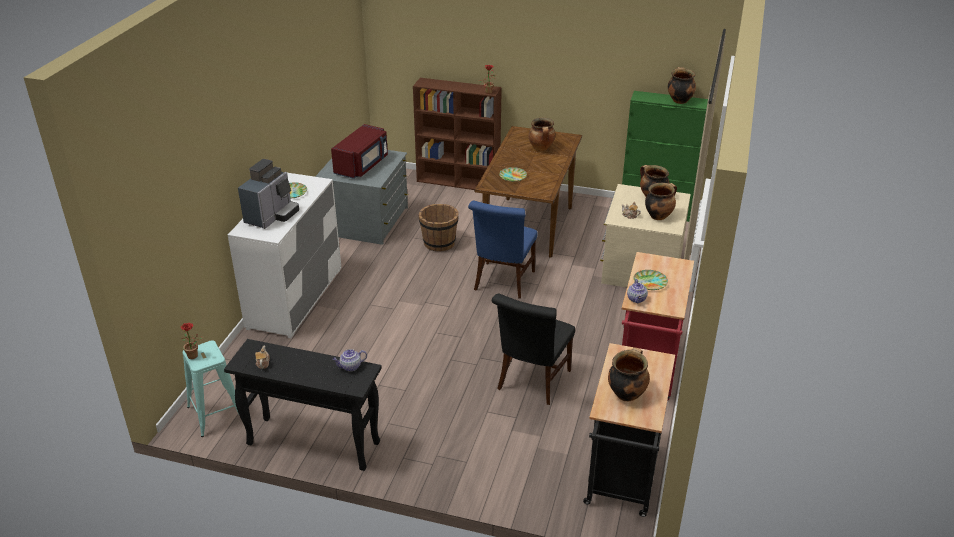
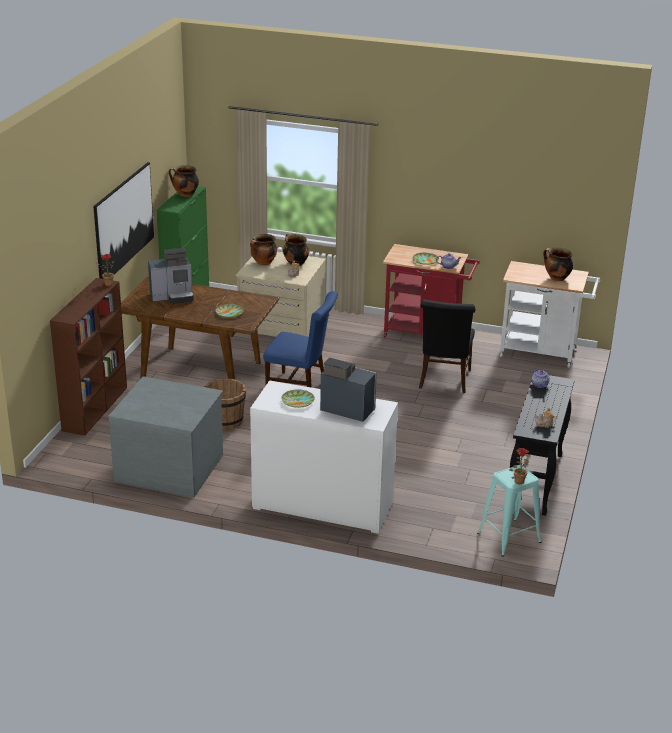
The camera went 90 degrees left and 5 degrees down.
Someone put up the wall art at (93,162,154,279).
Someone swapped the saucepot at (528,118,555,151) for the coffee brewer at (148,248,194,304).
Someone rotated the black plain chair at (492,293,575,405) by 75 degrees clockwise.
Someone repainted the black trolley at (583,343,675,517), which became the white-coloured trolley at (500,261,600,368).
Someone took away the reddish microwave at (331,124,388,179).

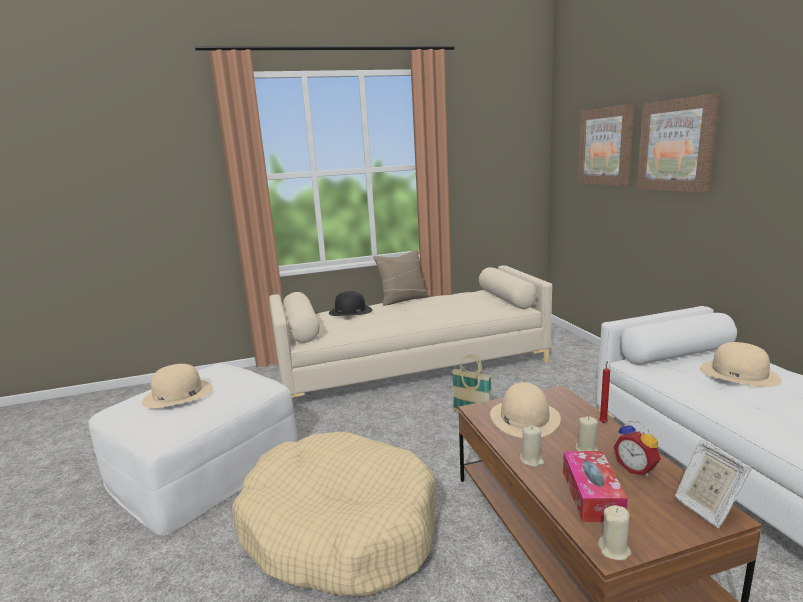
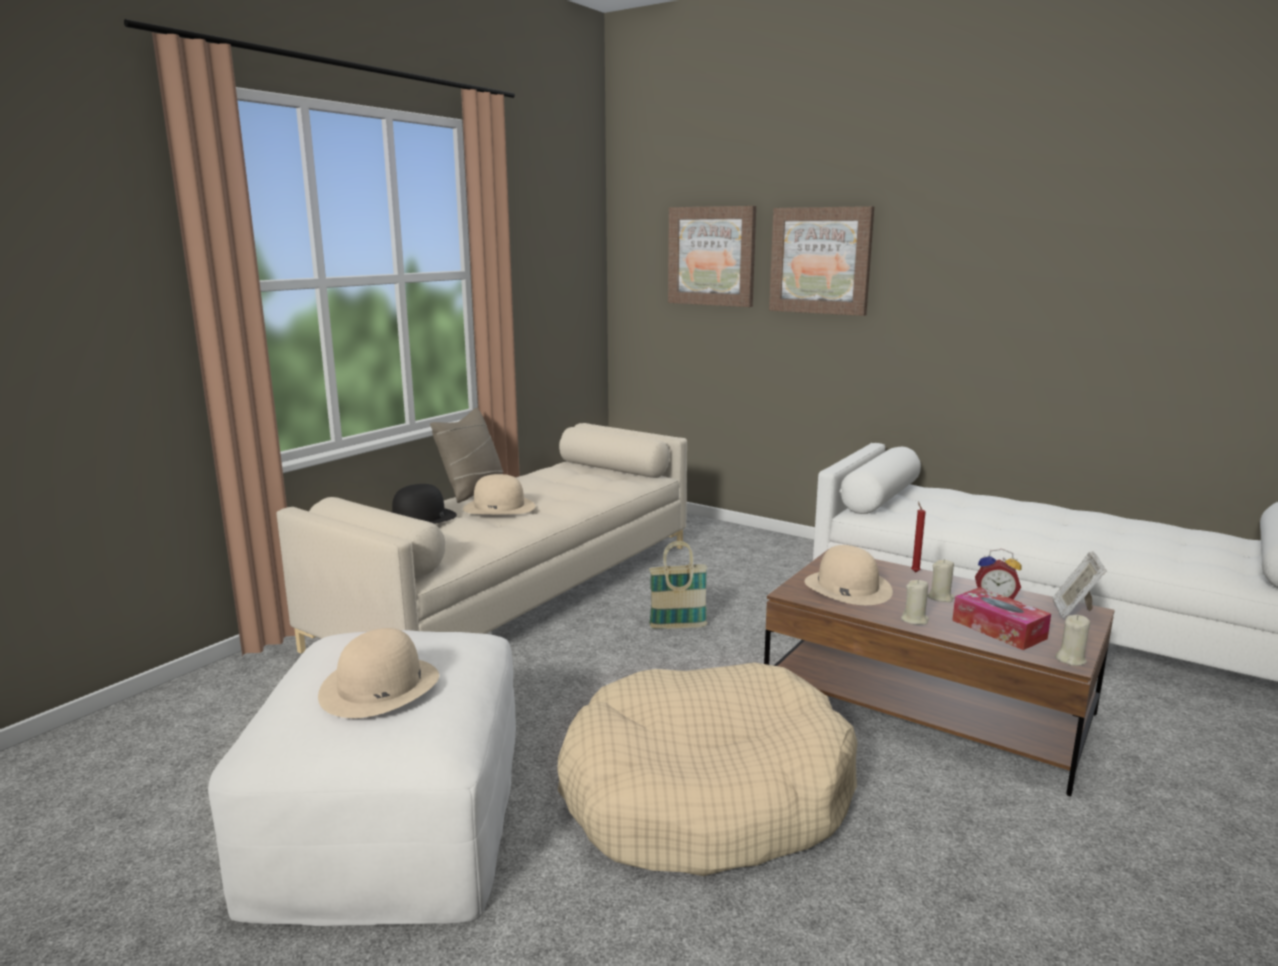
The camera went 40 degrees left and 0 degrees up.
Someone carried the beige-coloured hat from (700,342,782,387) to (463,474,535,515).
Someone rotated the standing frame at (674,439,752,529) by 75 degrees clockwise.

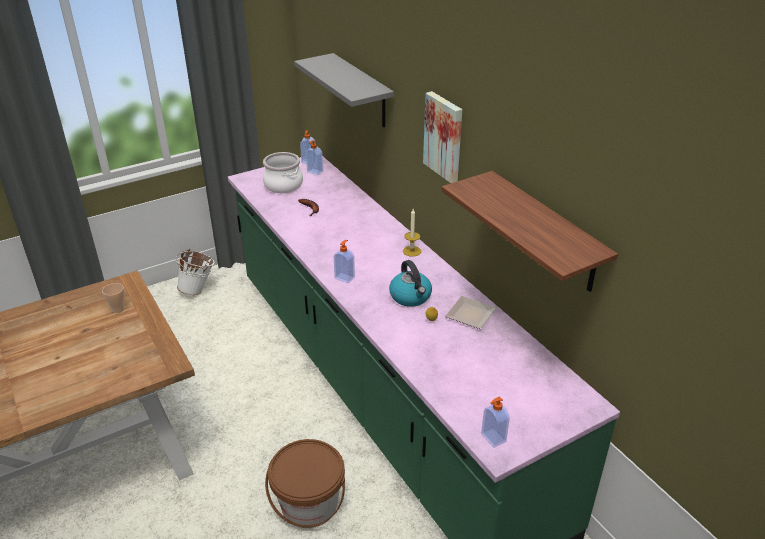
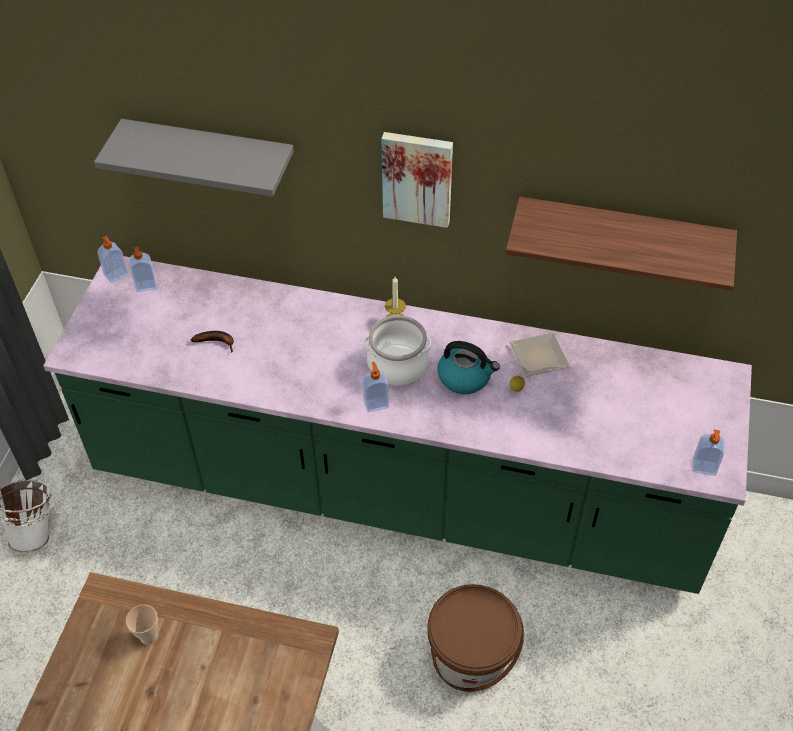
The camera went 45 degrees left and 15 degrees up.
Someone carried the saucepot from (263,152,303,193) to (364,315,432,385).

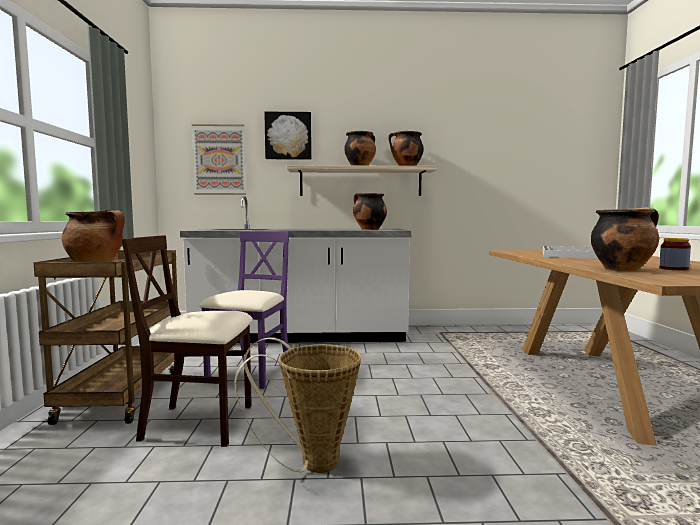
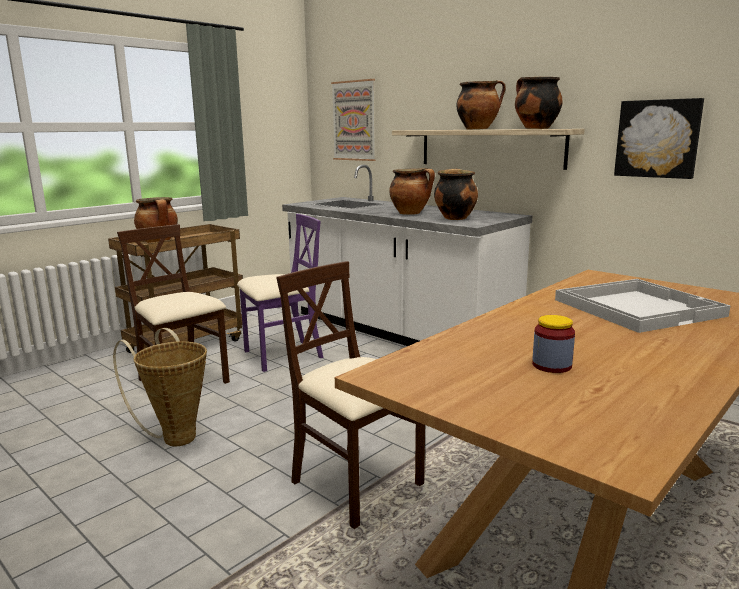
The camera went 45 degrees right and 10 degrees up.
Someone put down the beige-coloured plain chair at (276,261,425,529).
Someone carried the saucepot from (591,207,659,271) to (389,168,435,215).
Someone carried the wall art from (264,112,312,160) to (614,98,704,179).

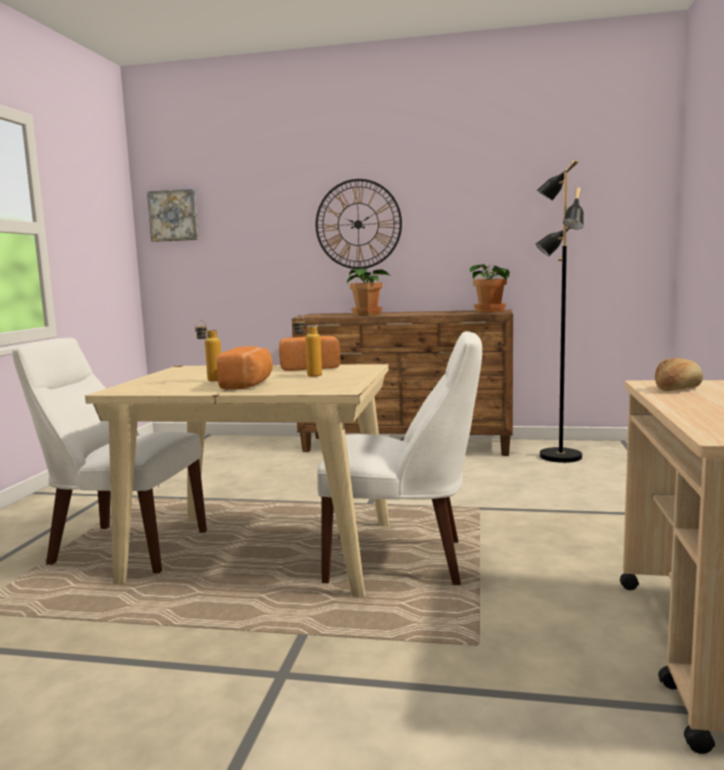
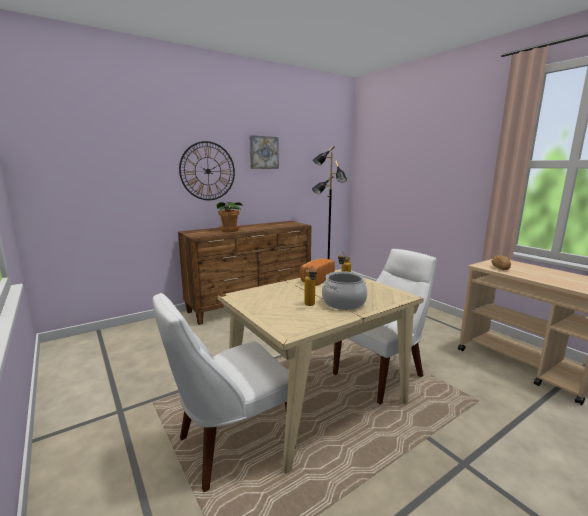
The camera went 45 degrees left and 5 degrees up.
Someone carried the wall art from (147,189,199,242) to (249,135,279,169).
Someone swapped the baked bread at (217,346,273,389) for the saucepot at (322,271,368,310).
Someone took away the houseplant at (470,264,509,312).

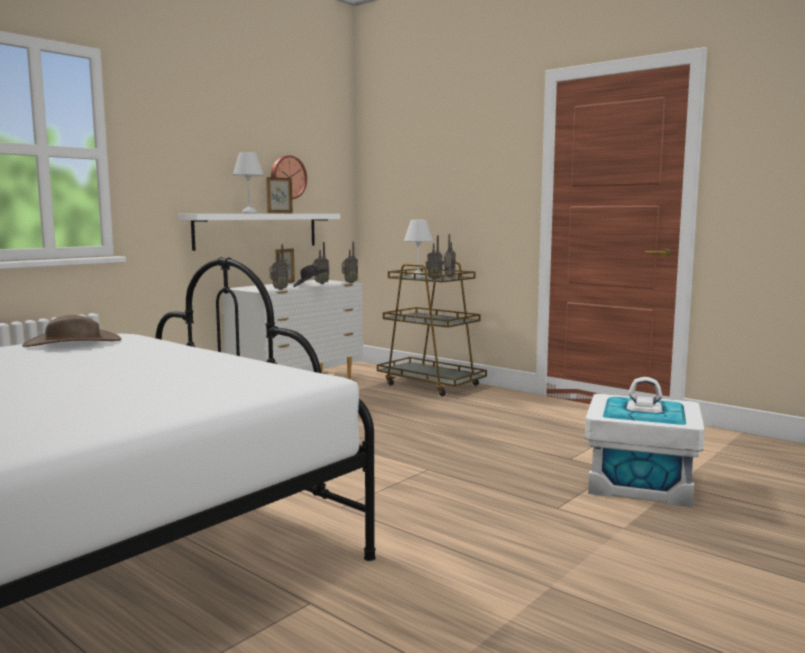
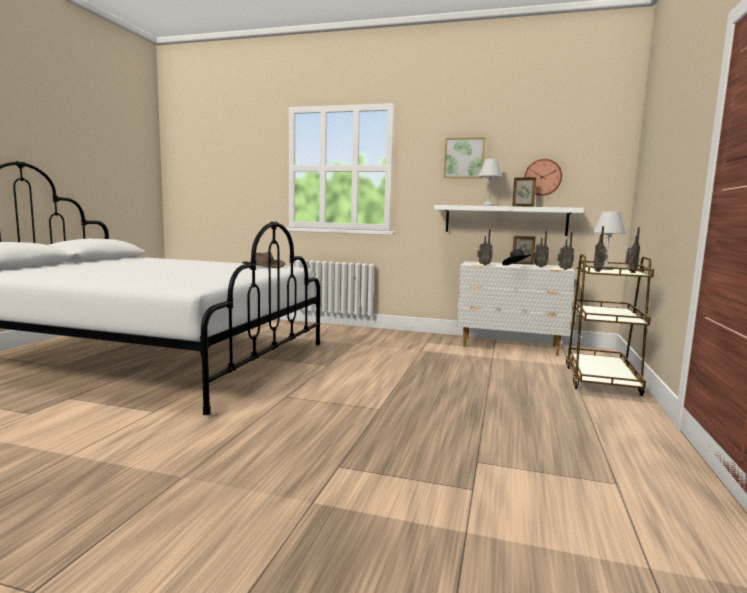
The camera went 65 degrees right and 0 degrees up.
Someone put up the wall art at (444,137,485,178).
Someone took away the white-coloured storage bin at (585,377,705,507).

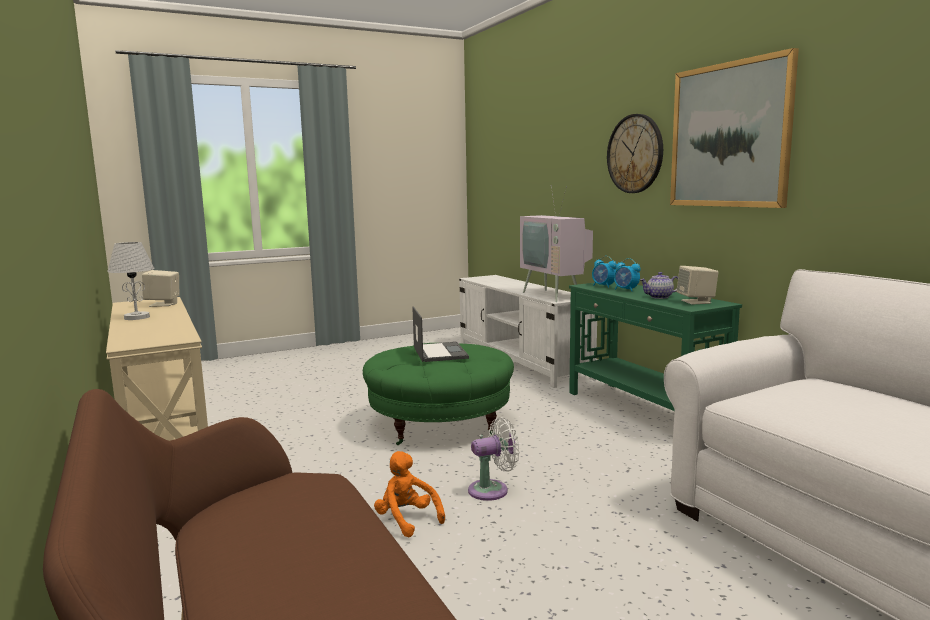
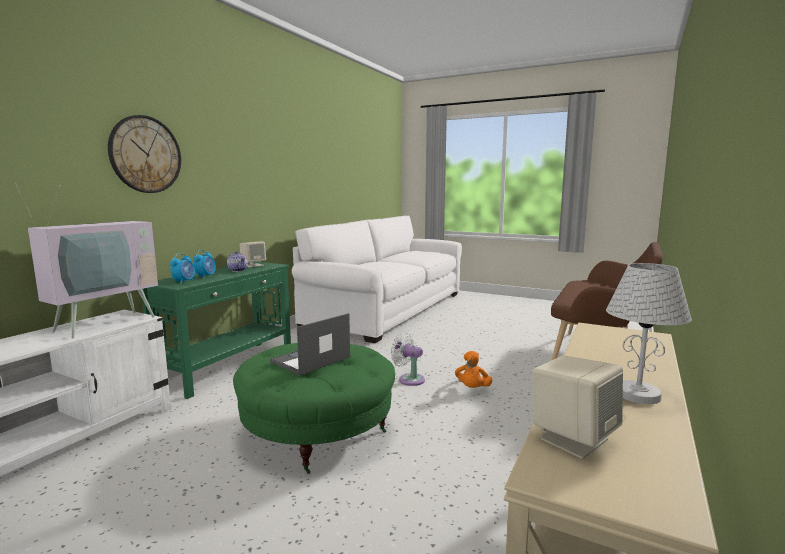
The camera went 125 degrees left and 0 degrees up.
Someone took away the wall art at (670,48,799,208).

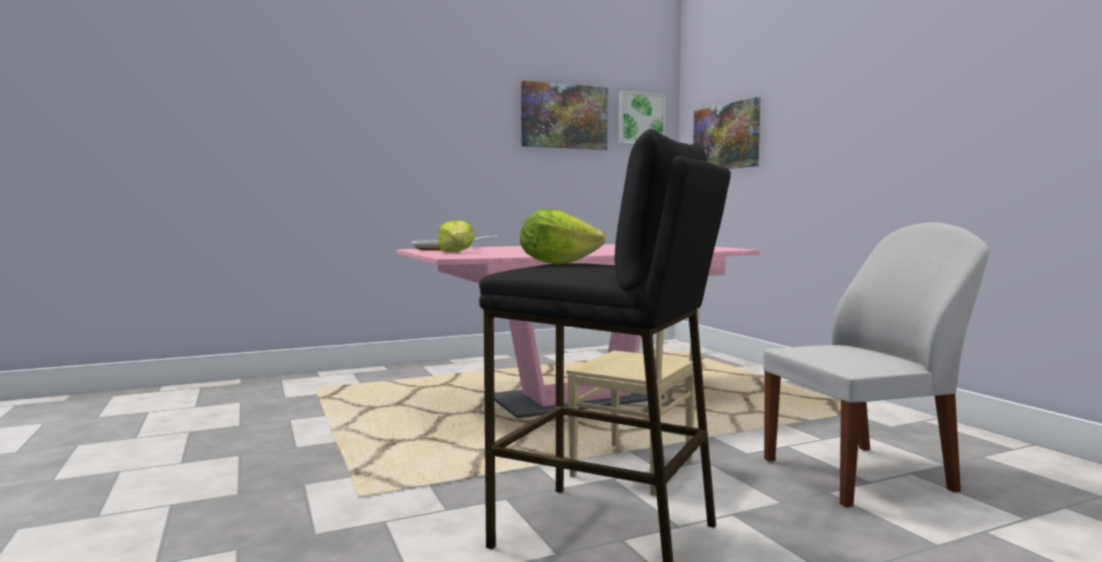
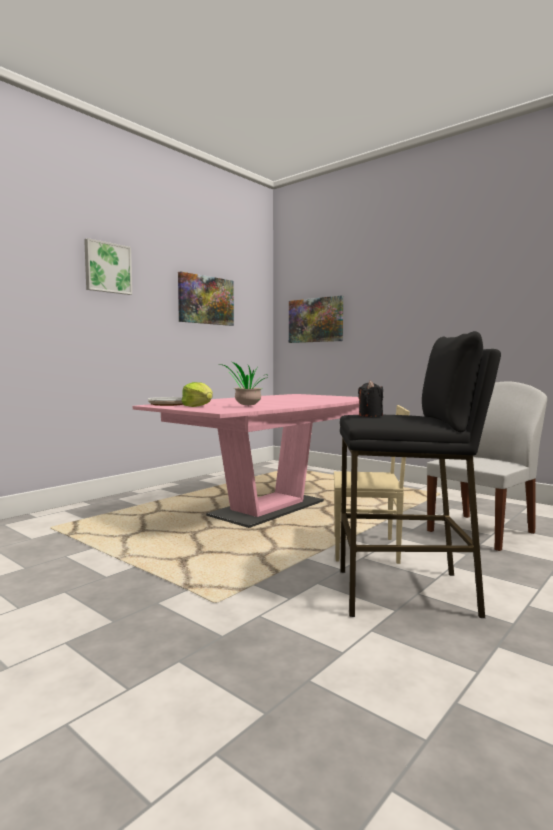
The camera went 25 degrees left and 0 degrees up.
Someone carried the wall art from (618,91,666,145) to (84,238,132,295).
Someone put down the houseplant at (220,362,269,405).
Someone swapped the head of lettuce at (520,209,606,265) for the black wax candle at (358,381,383,417).

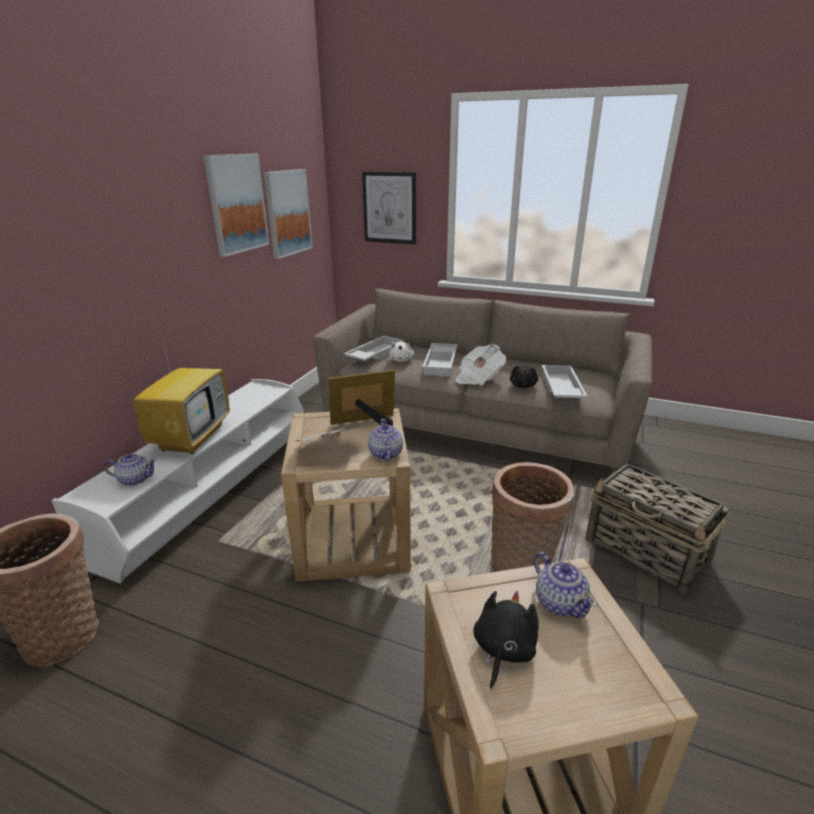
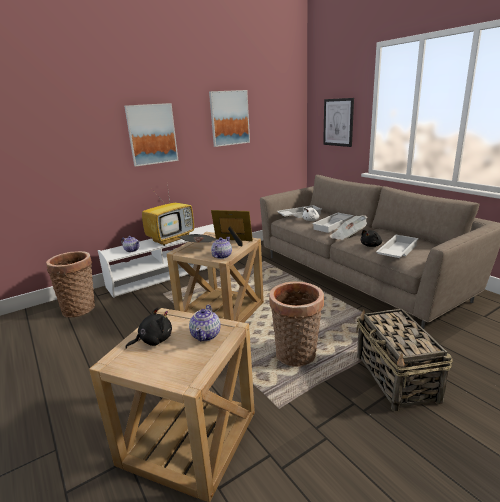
The camera went 35 degrees right and 5 degrees down.
Someone carried the wall art from (264,169,313,259) to (124,103,178,167).

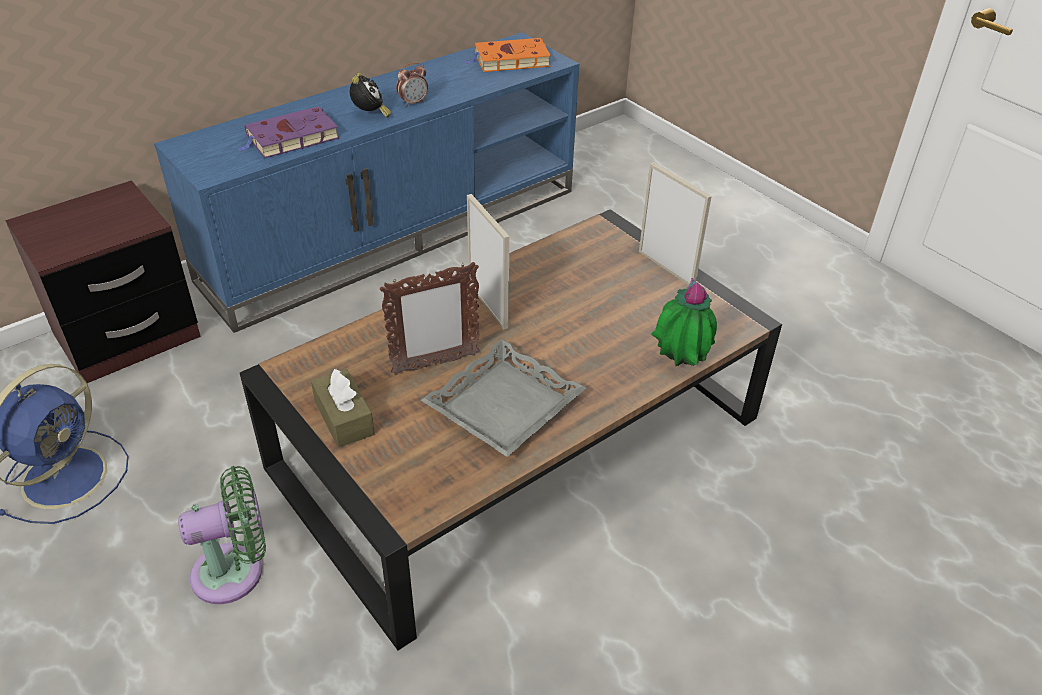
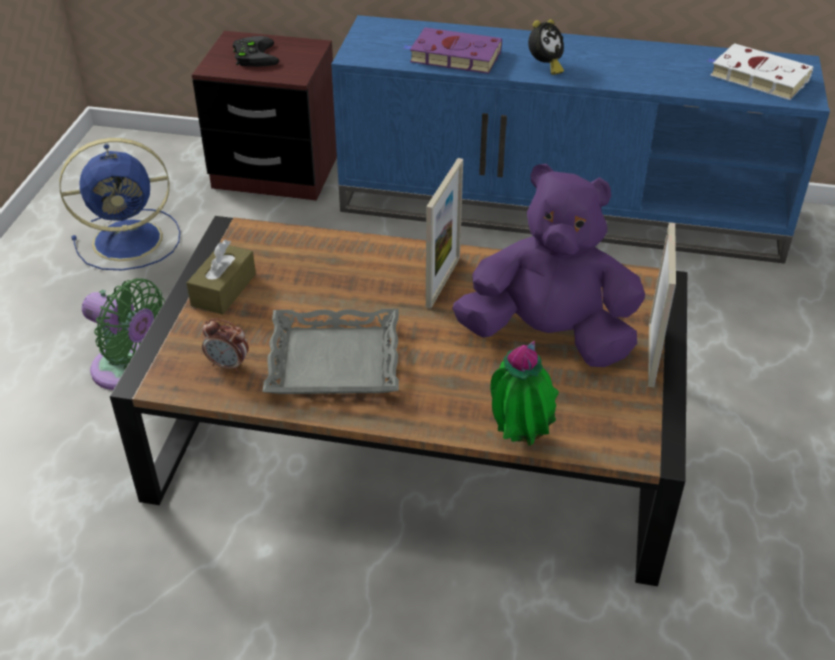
The camera went 50 degrees right and 0 degrees up.
Someone carried the alarm clock from (396,63,428,107) to (202,318,249,372).
Someone put down the black game controller at (233,36,279,67).
Someone put down the purple soft toy at (452,164,645,367).
Someone repainted the orange-coloured volume at (465,38,551,72), which became the white-coloured volume at (707,43,813,100).
Someone took away the standing frame at (380,262,480,375).

